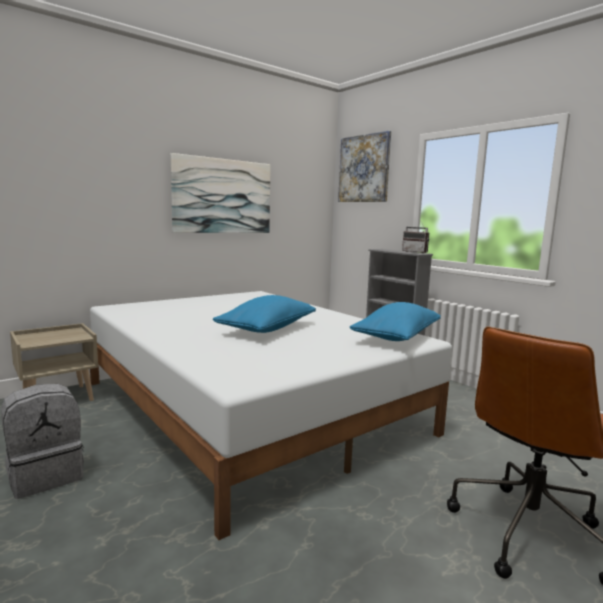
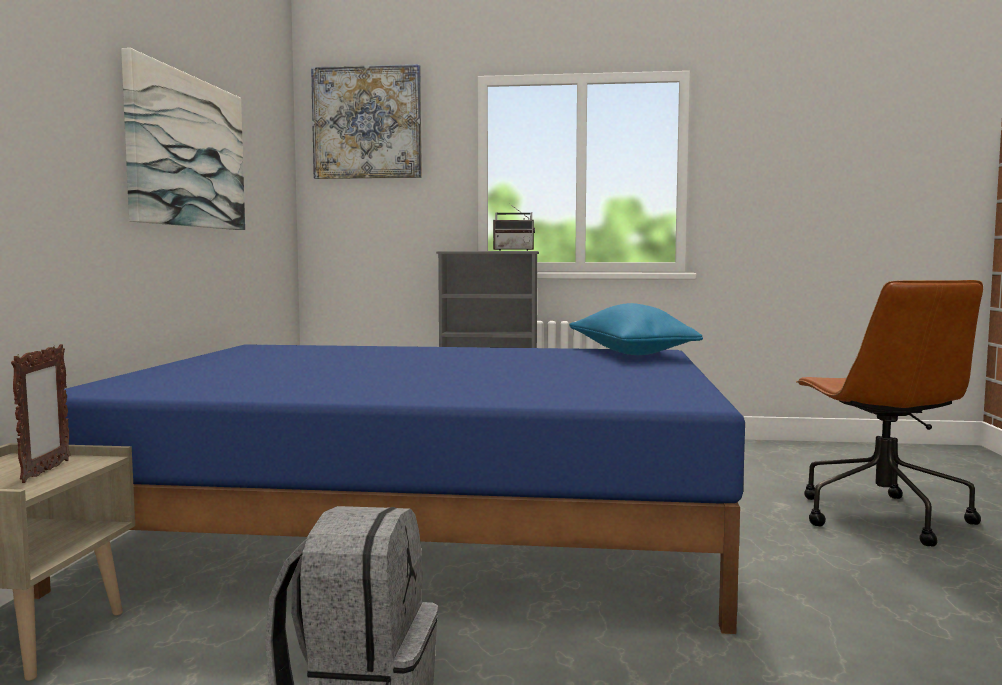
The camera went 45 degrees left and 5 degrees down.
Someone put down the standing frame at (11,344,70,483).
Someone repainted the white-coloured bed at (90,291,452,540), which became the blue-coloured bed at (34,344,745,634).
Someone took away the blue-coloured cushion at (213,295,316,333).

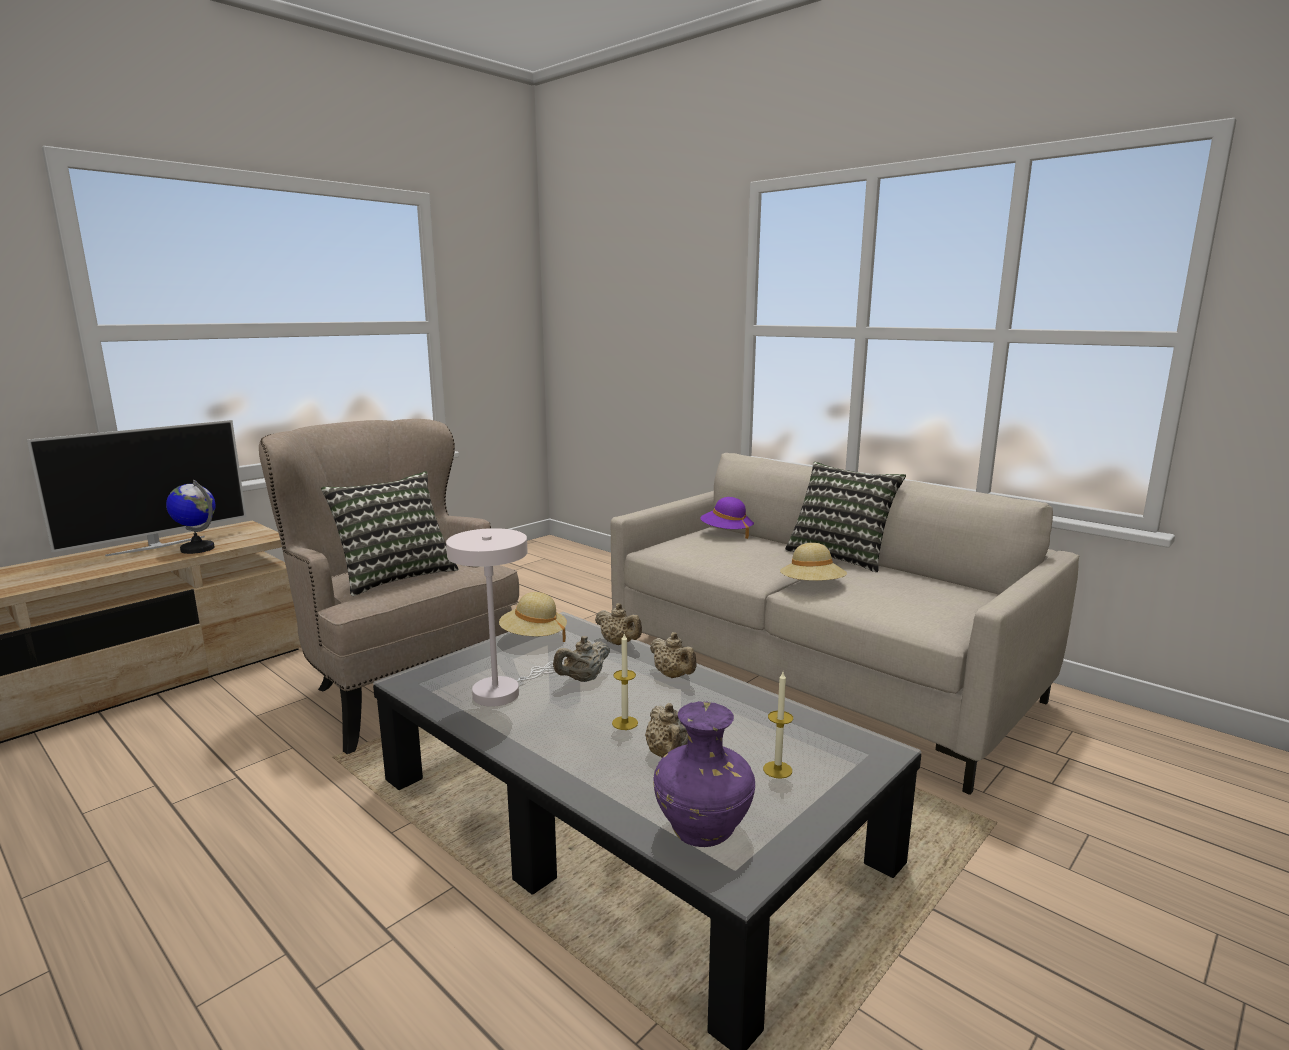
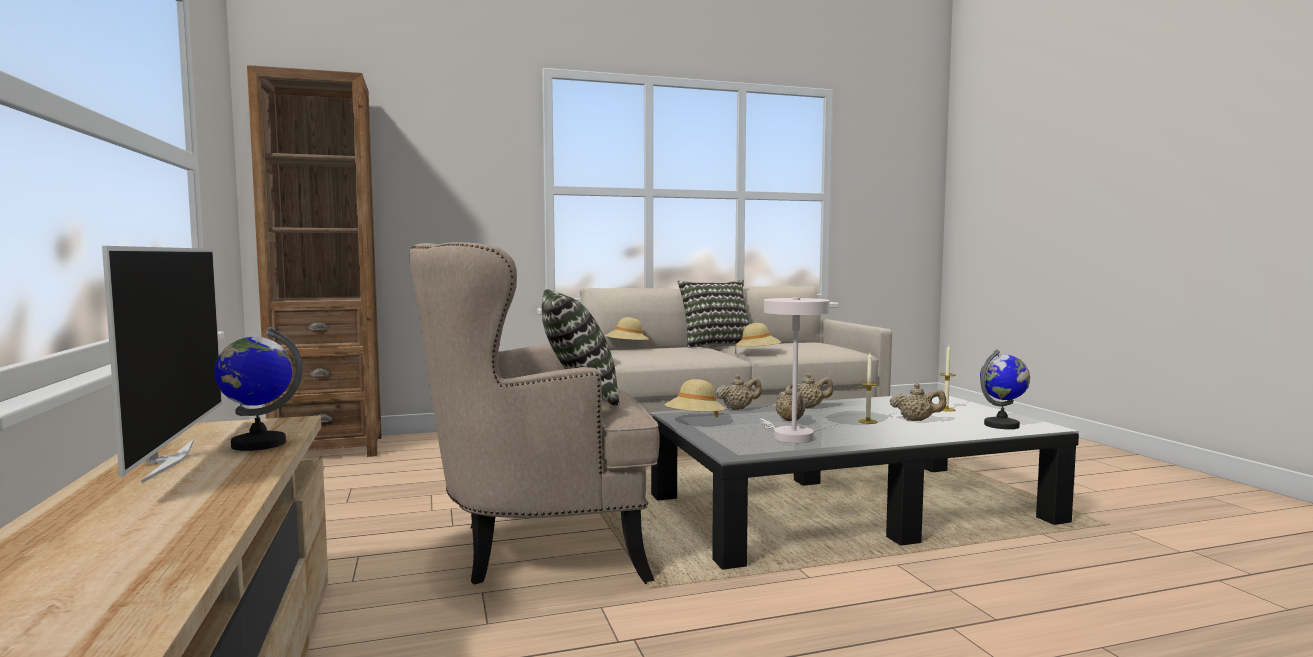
The camera went 60 degrees left and 10 degrees down.
Someone put down the brown-coloured bookcase at (247,65,382,457).
Someone repainted the purple hat at (700,497,754,539), which became the beige-coloured hat at (605,317,649,344).
Someone swapped the purple flower vase at (653,701,755,847) for the desk globe at (980,349,1030,429).

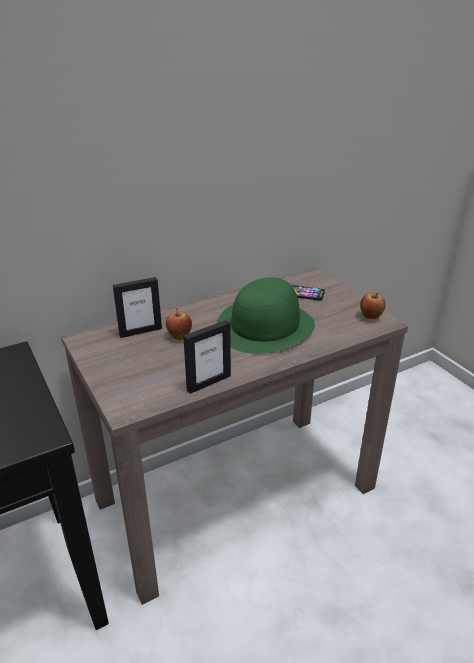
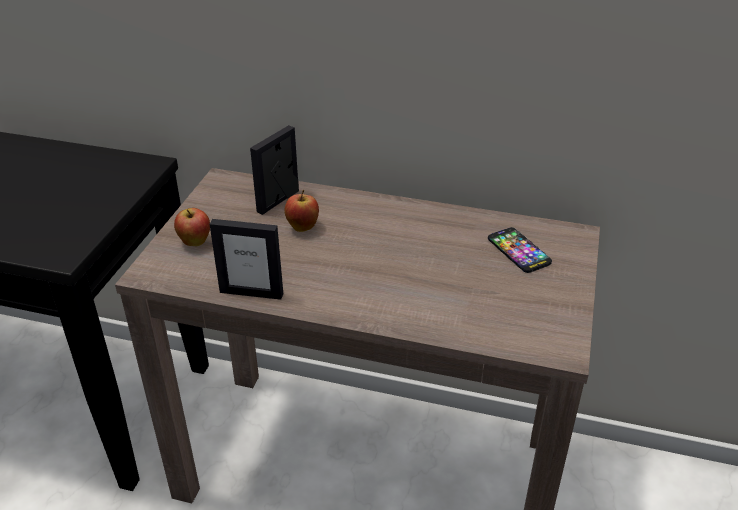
The camera went 45 degrees right and 5 degrees up.
Someone carried the whole apple from (360,292,386,319) to (174,208,210,246).
Someone rotated the standing frame at (113,277,162,338) by 105 degrees clockwise.
Someone took away the green hat at (216,277,315,354).

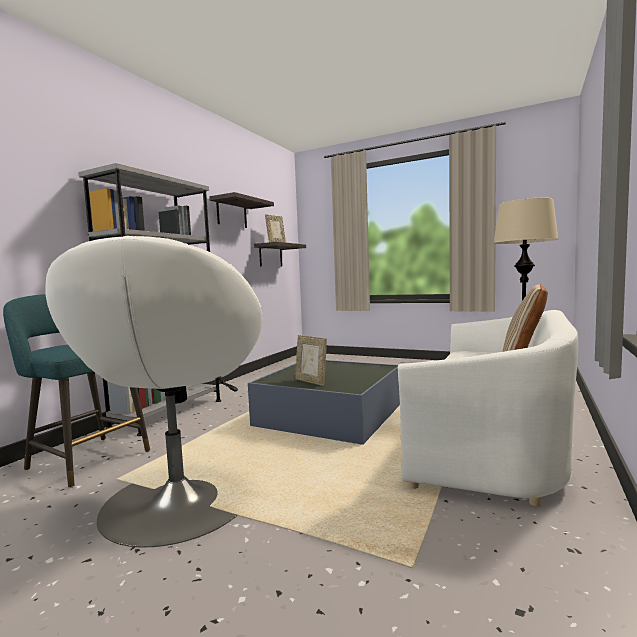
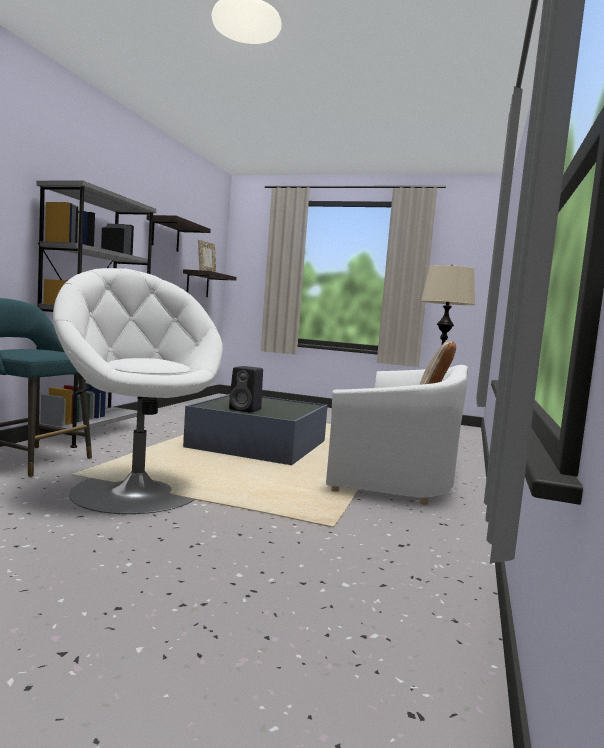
The camera went 10 degrees left and 0 degrees up.
Someone rotated the white-coloured armchair at (45,236,263,547) by 150 degrees clockwise.
Someone swapped the standing frame at (295,335,327,386) for the black loudspeaker at (229,366,263,413).

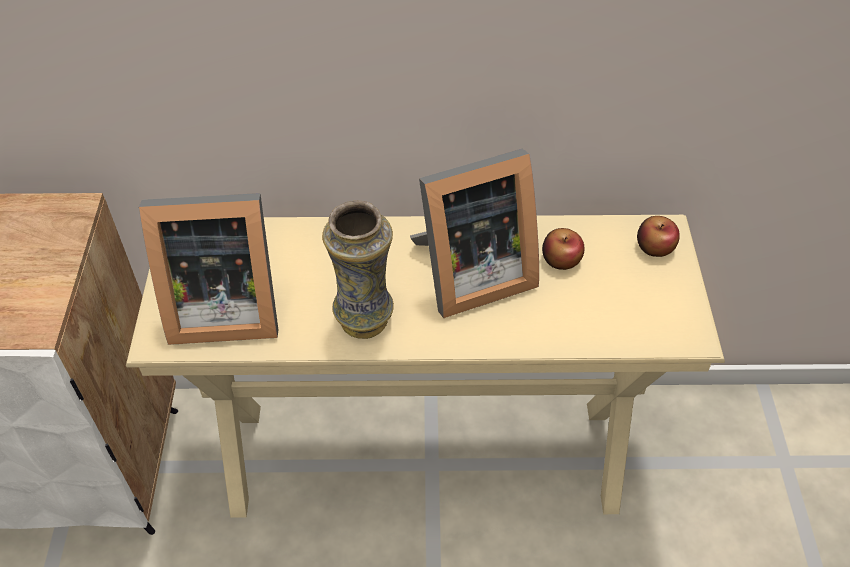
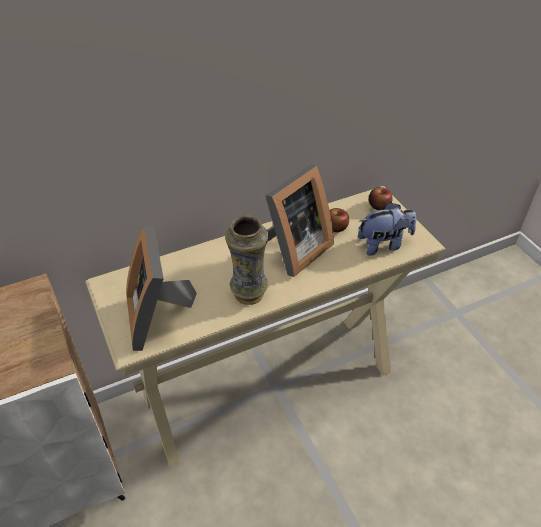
The camera went 25 degrees left and 5 degrees down.
Someone rotated the standing frame at (139,193,278,345) by 105 degrees clockwise.
Someone put down the soft toy at (358,202,416,256).

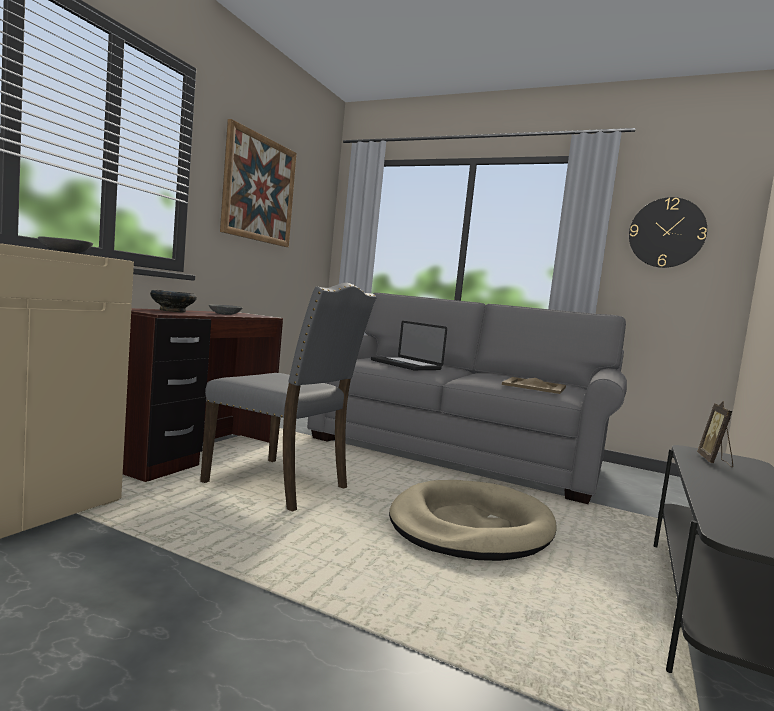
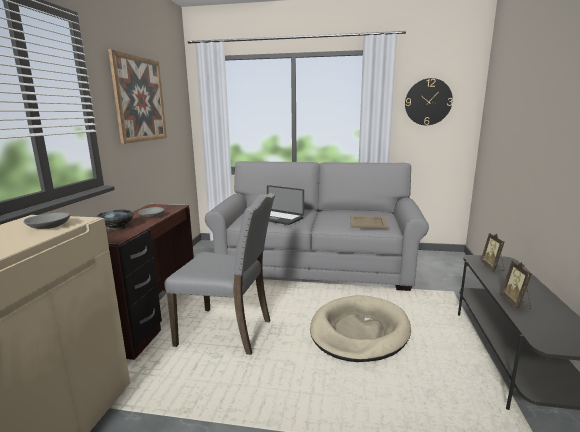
The camera went 15 degrees left and 10 degrees up.
Someone put down the standing frame at (501,260,532,309).

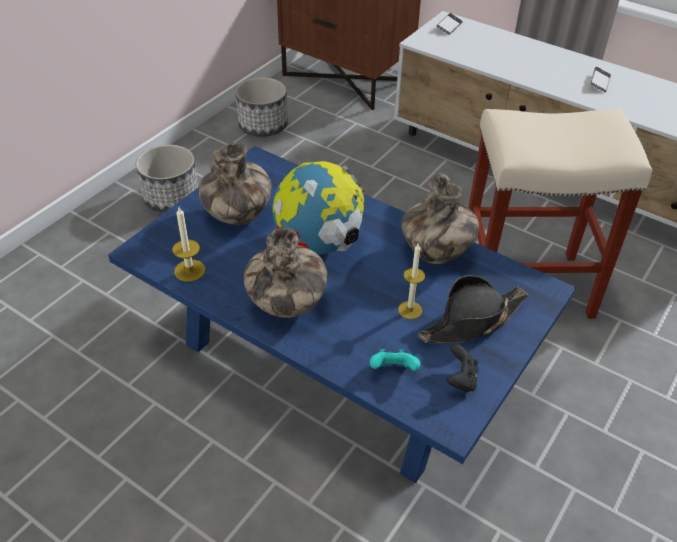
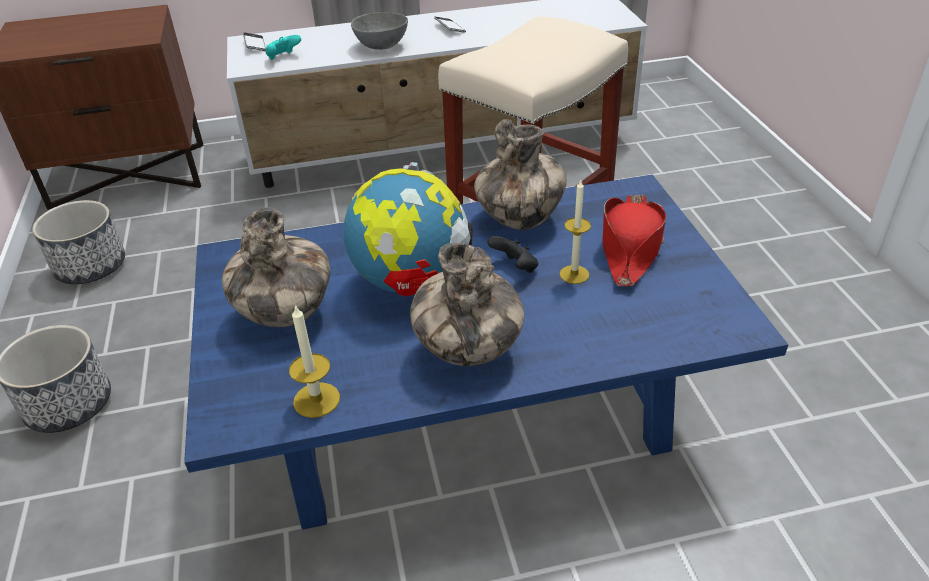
The camera went 45 degrees left and 5 degrees down.
Someone carried the turquoise game controller from (370,349,420,371) to (266,35,301,60).
Someone put down the greyish deep dish at (351,12,408,50).
Someone carried the black game controller from (446,344,478,393) to (488,236,538,273).
Someone repainted the black hat at (418,275,528,343), which became the reddish hat at (603,194,666,287).

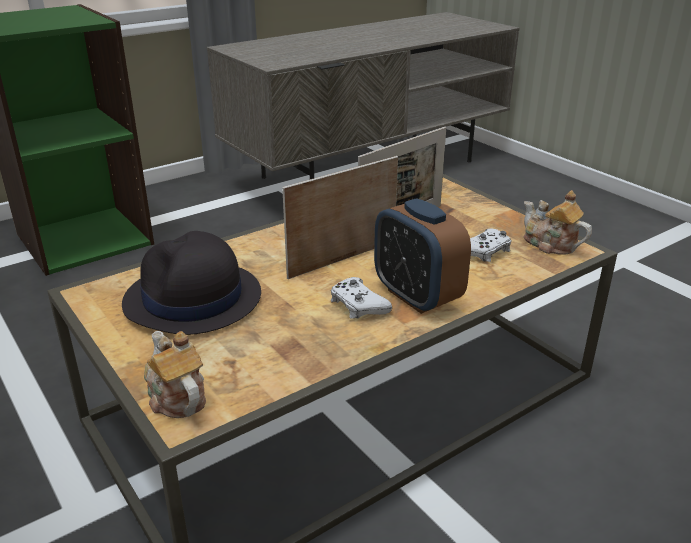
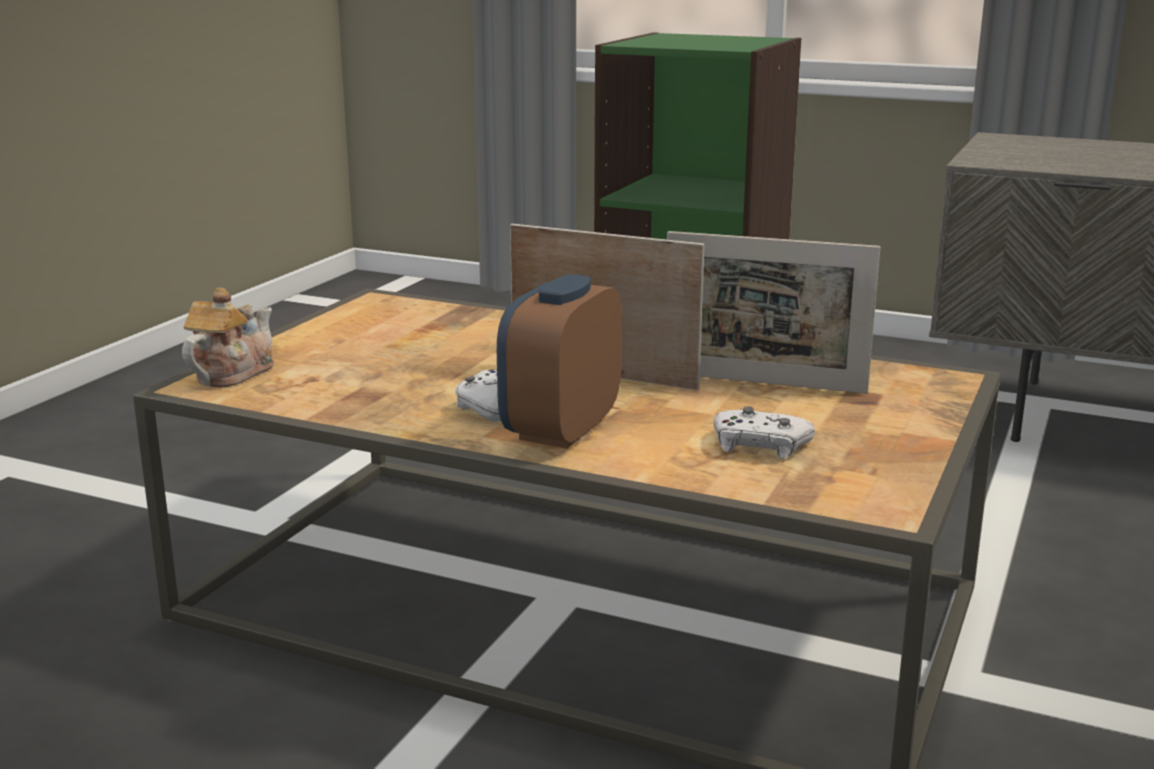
The camera went 60 degrees right and 10 degrees down.
Someone took away the black hat at (122,231,261,335).
Someone took away the pot for tea at (523,190,592,255).

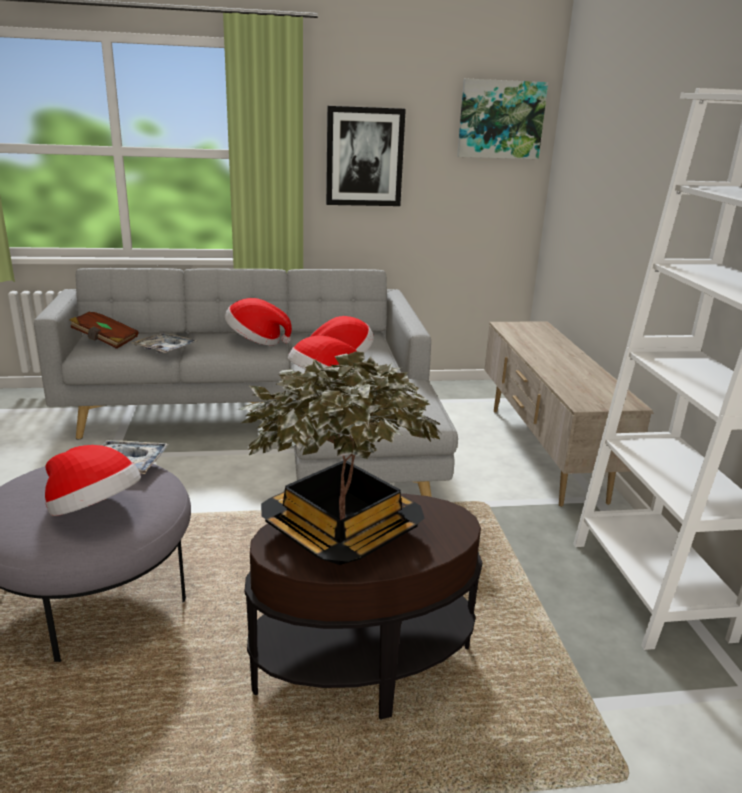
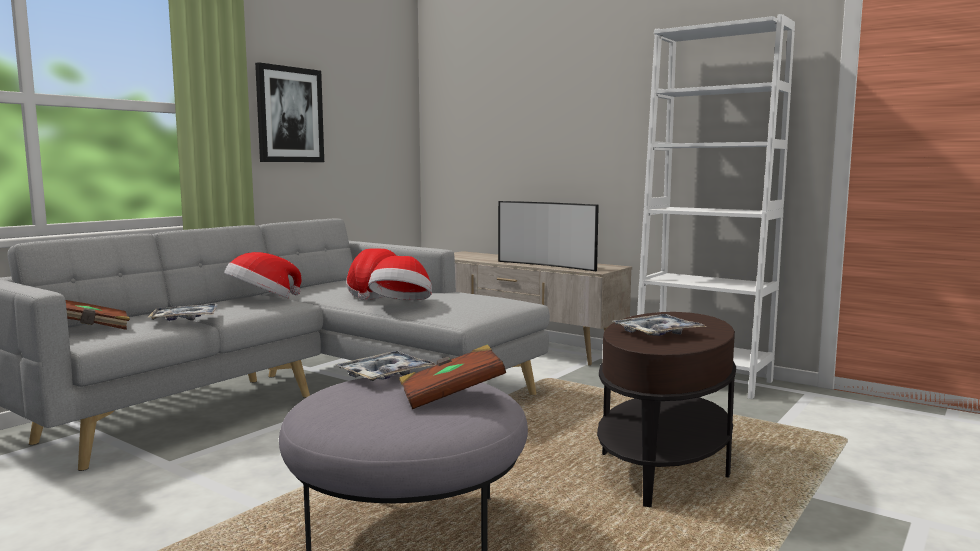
The camera went 45 degrees left and 15 degrees down.
Someone swapped the hat at (45,445,141,516) for the brown-coloured volume at (399,344,506,409).
Someone put down the TV at (498,201,599,271).
Someone swapped the houseplant at (238,351,442,565) for the tray at (613,314,706,336).
Someone took away the wall art at (457,79,548,159).

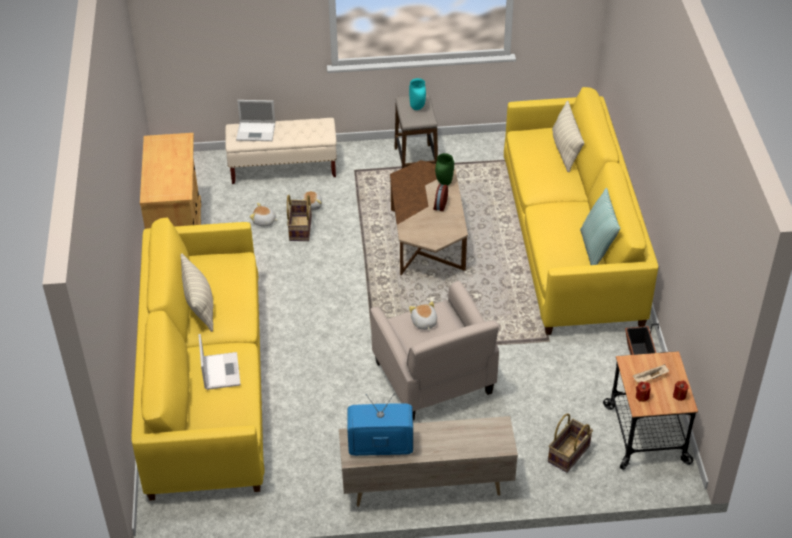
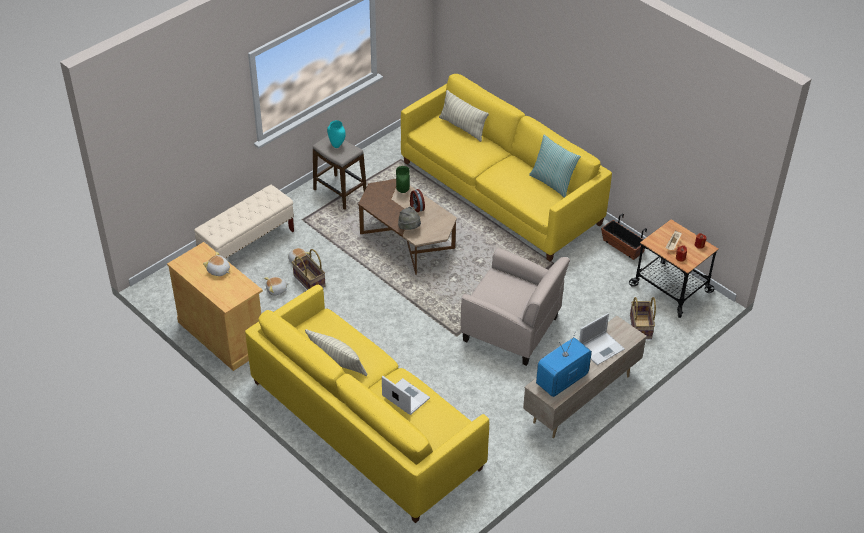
The camera went 40 degrees left and 0 degrees up.
Someone carried the soft toy from (409,301,437,331) to (203,252,230,276).
Someone put down the greyish hat at (398,207,421,230).
Someone carried the laptop from (236,100,275,141) to (579,313,624,365).

